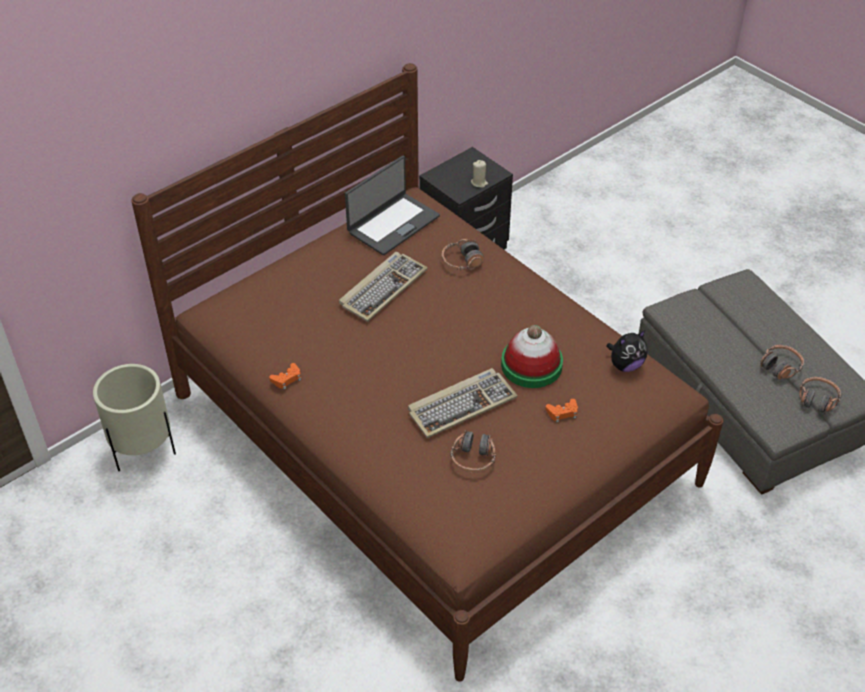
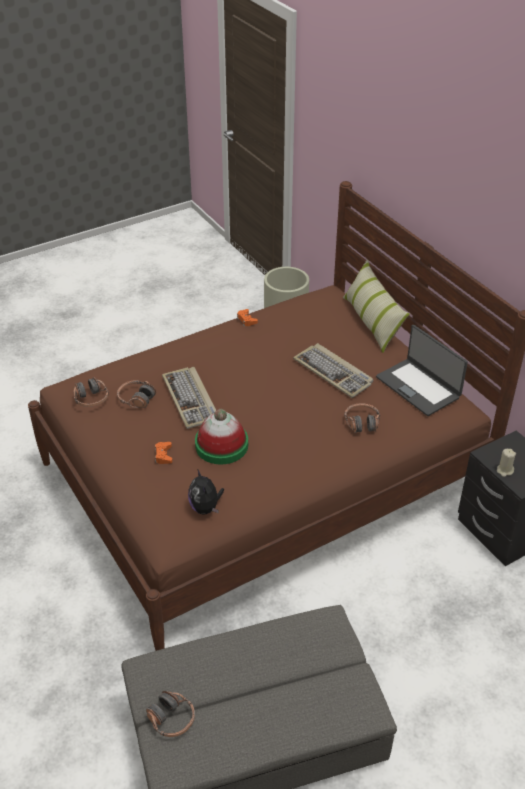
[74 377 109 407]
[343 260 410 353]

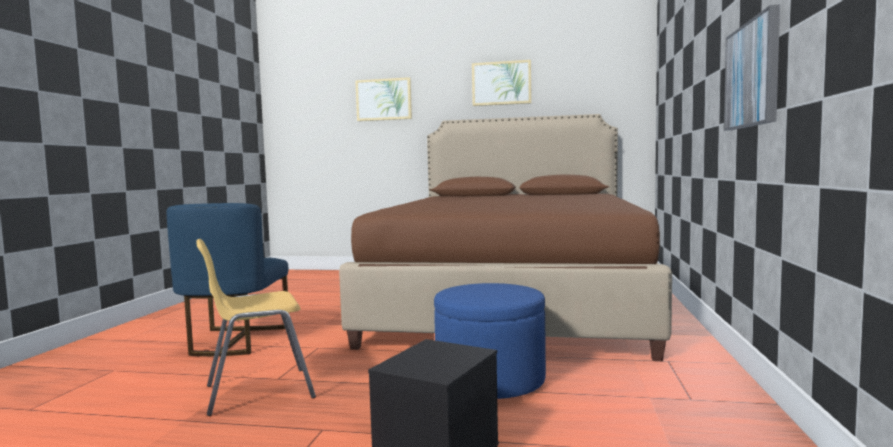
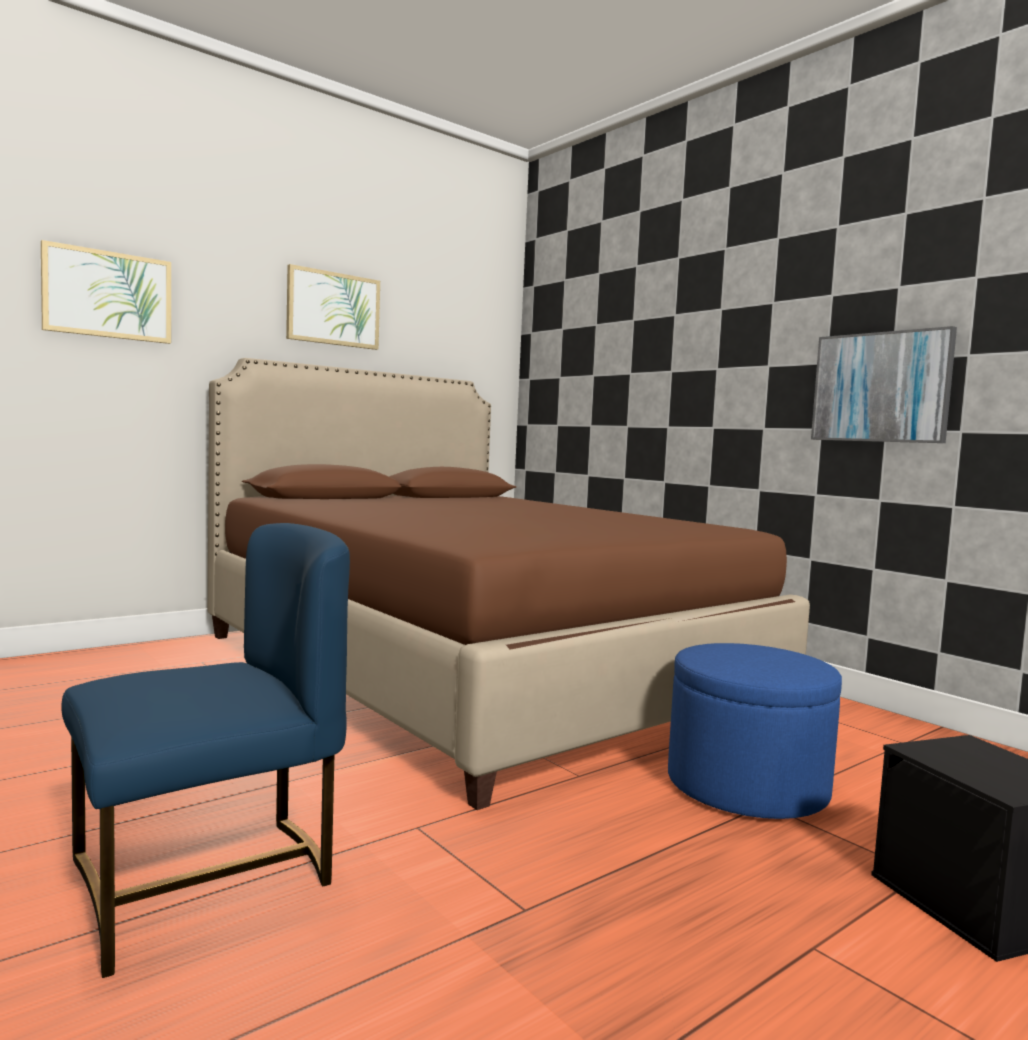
[61 523 350 978]
[196 239 316 416] (first image)

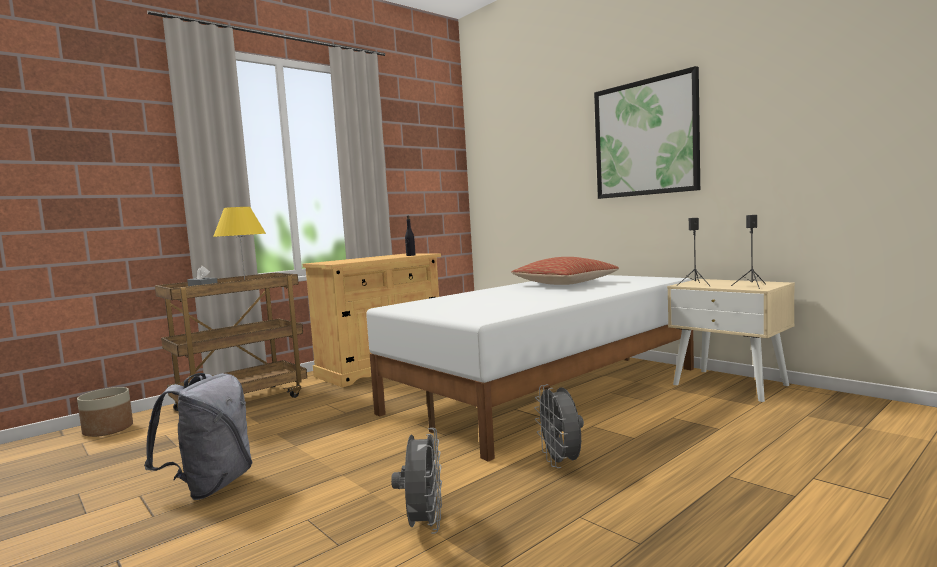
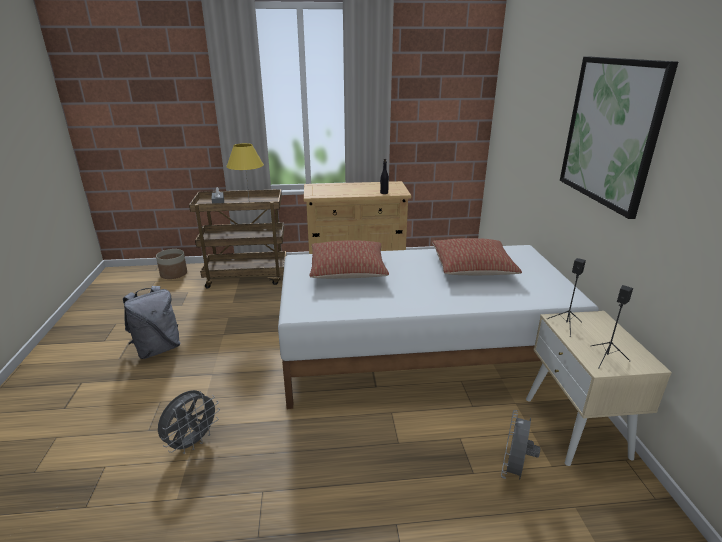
[501 410 541 480]
[310 241 389 279]

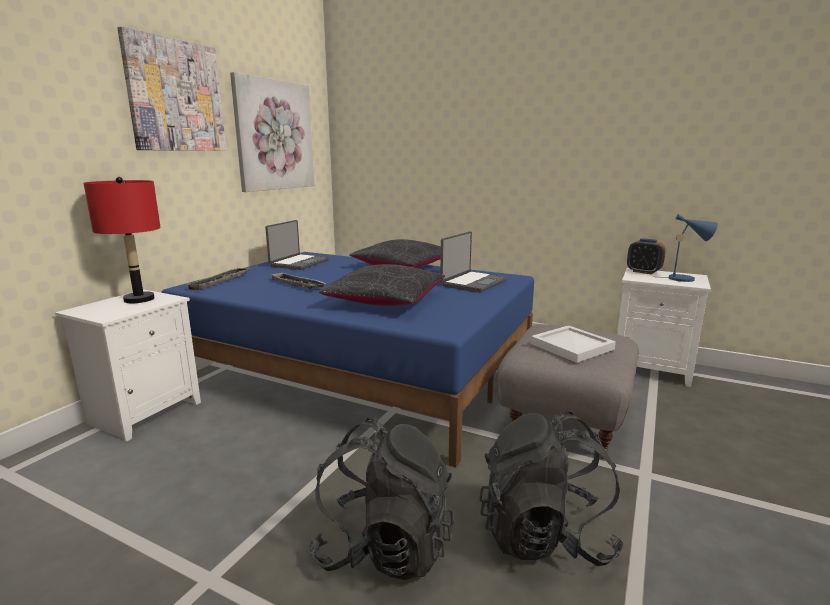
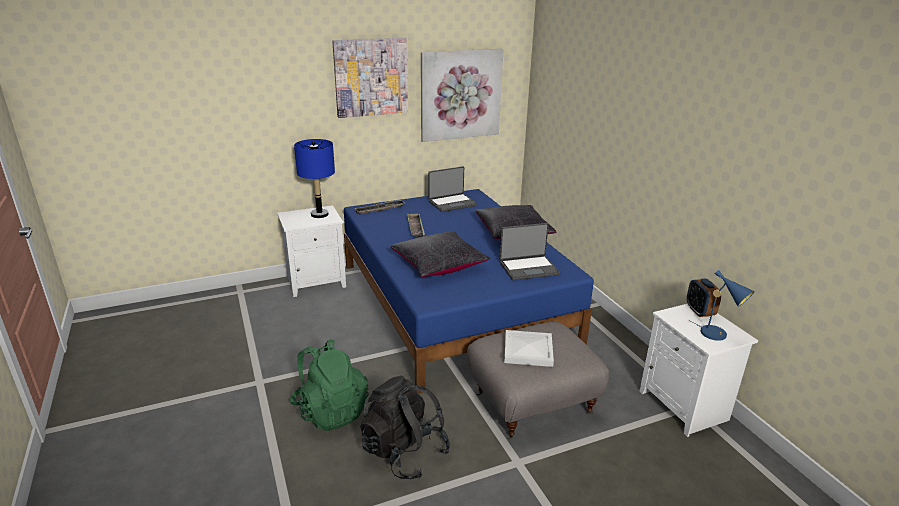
[294 139 335 218]
[290 339 369 431]

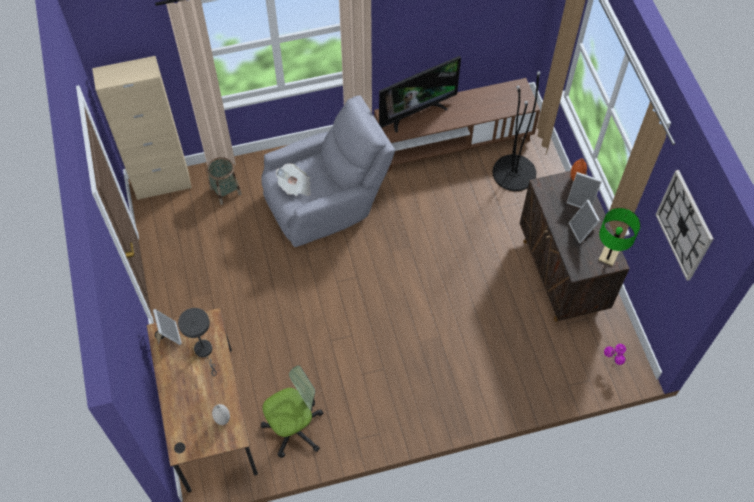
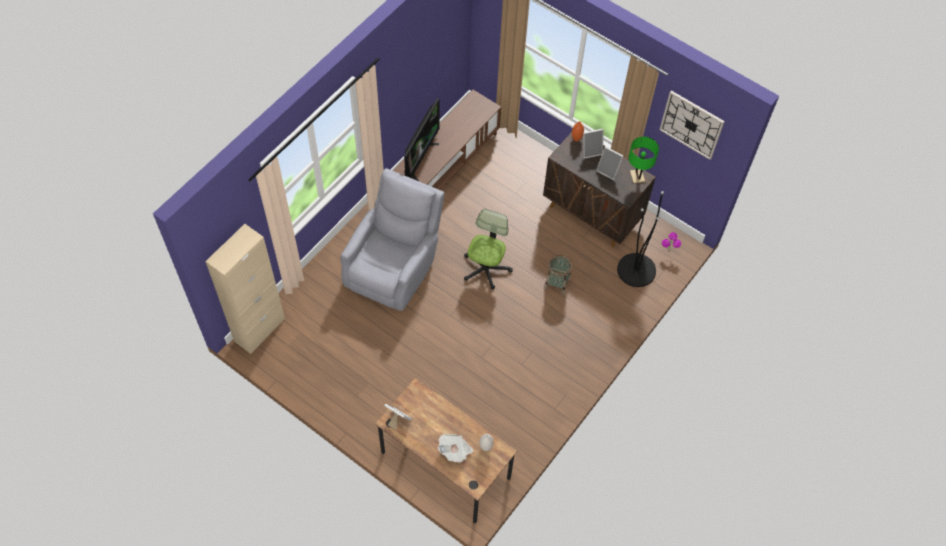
[617 191 664 287]
[544 255 572 295]
[438 434 473 463]
[178 308 217 376] (first image)
[464 209 513 290]

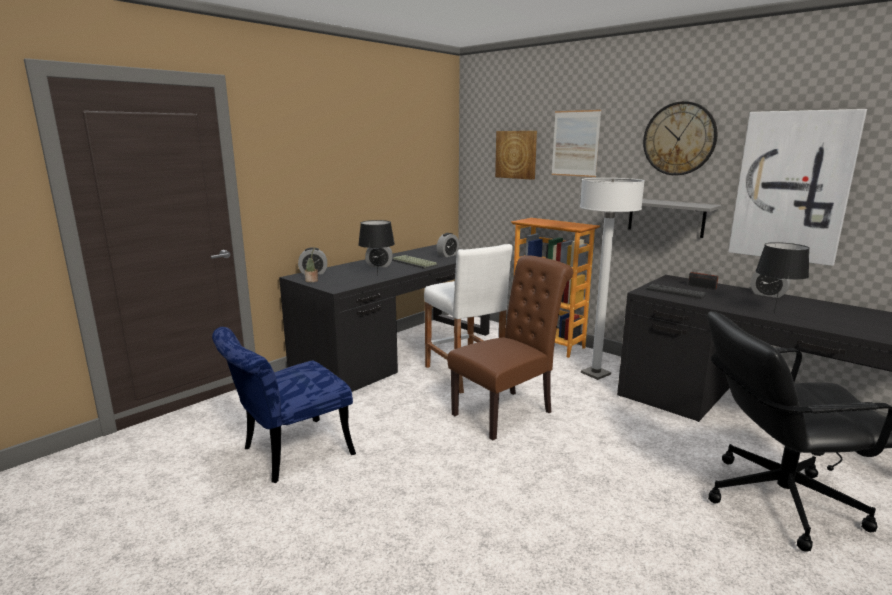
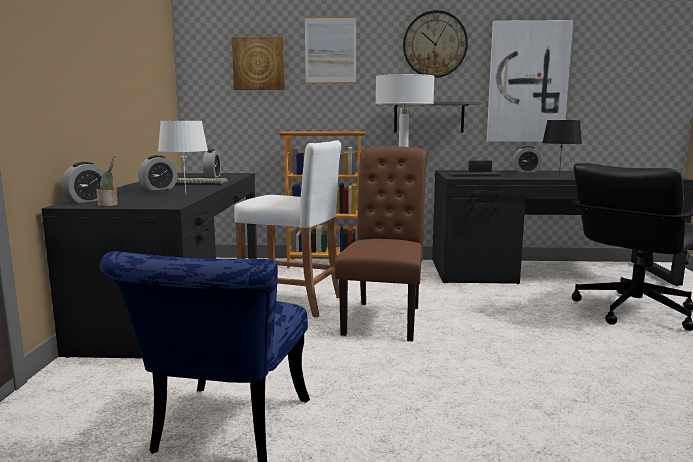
[158 121 208 194]

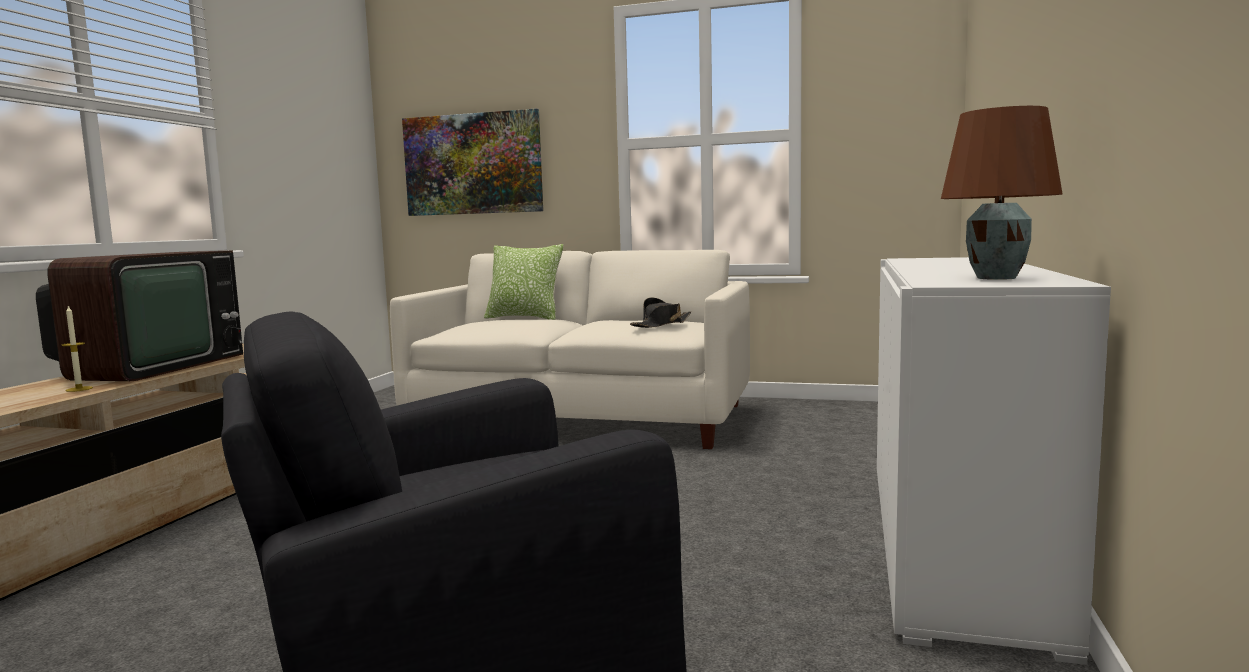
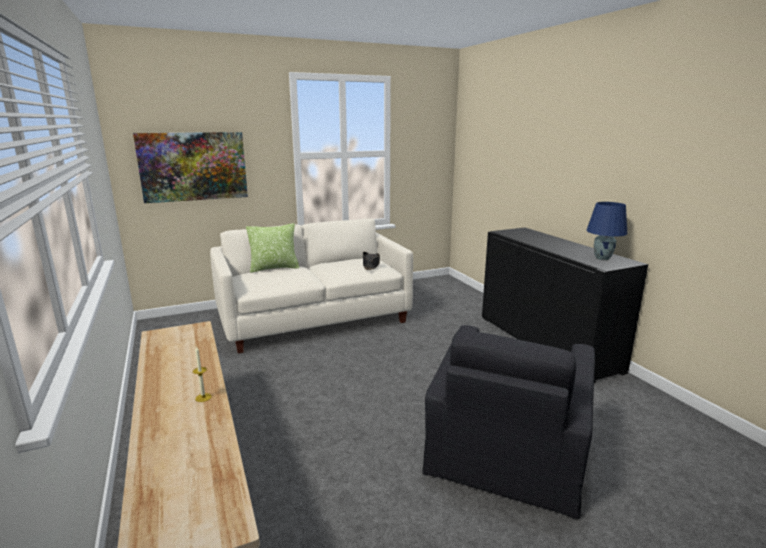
[586 202 627 260]
[36 251 243 381] (first image)
[482 227 648 383]

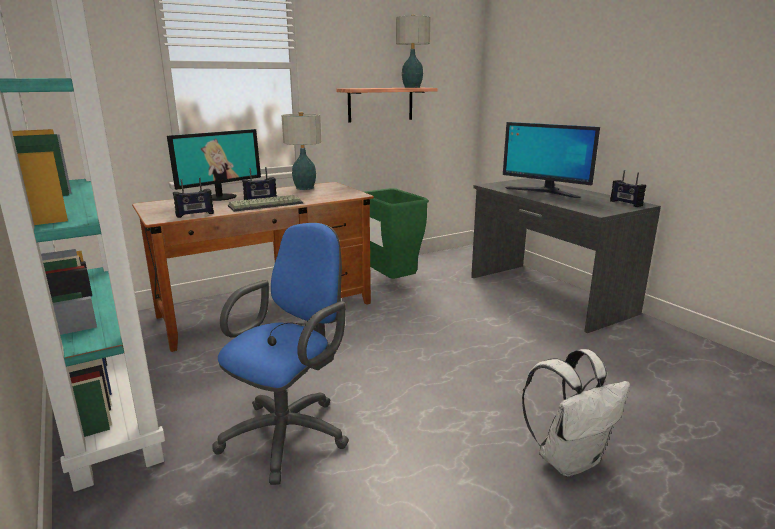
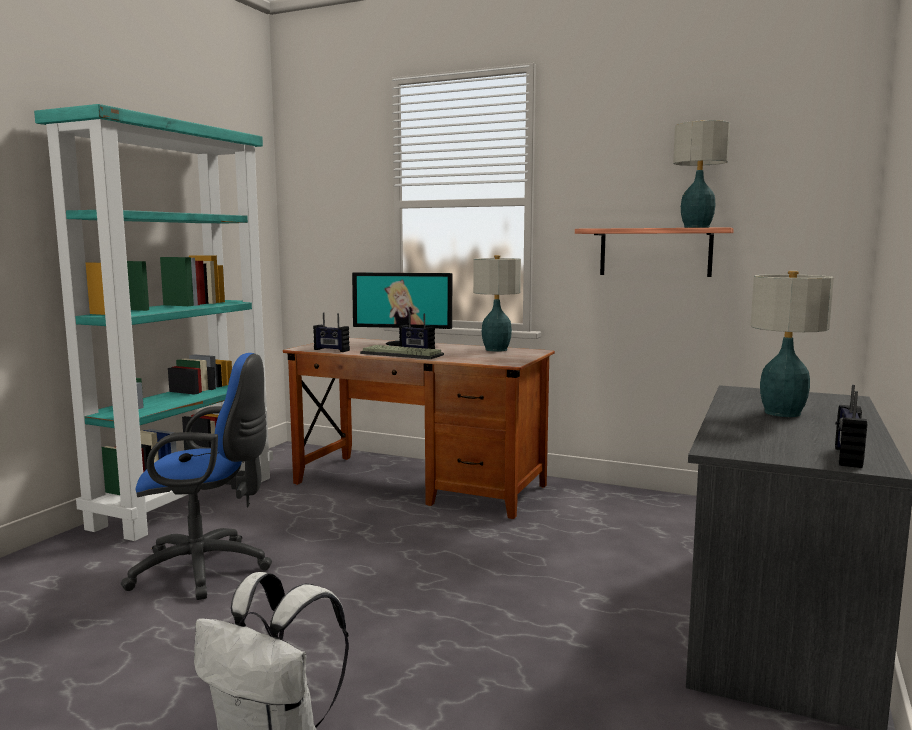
[751 271 834 417]
[364 188 429 279] (first image)

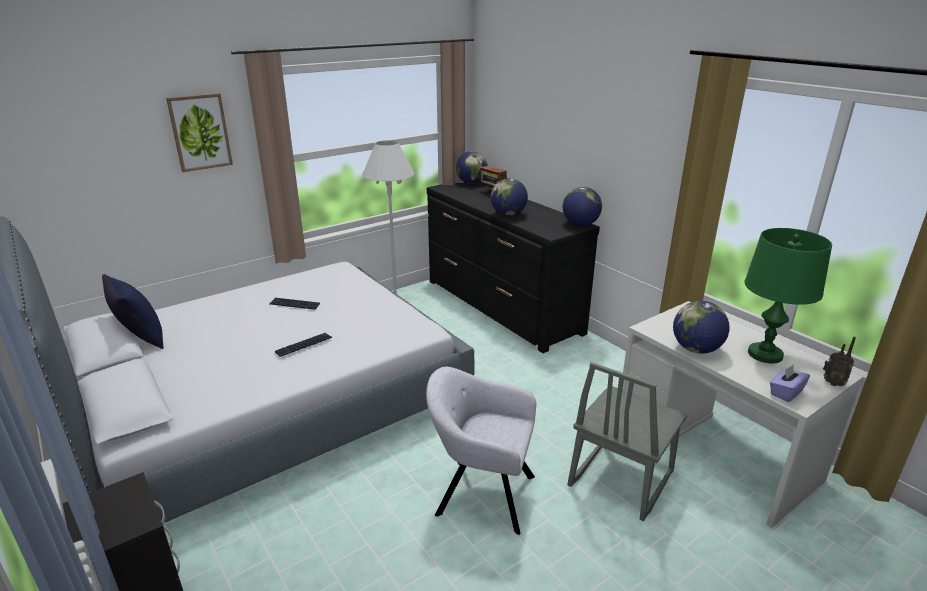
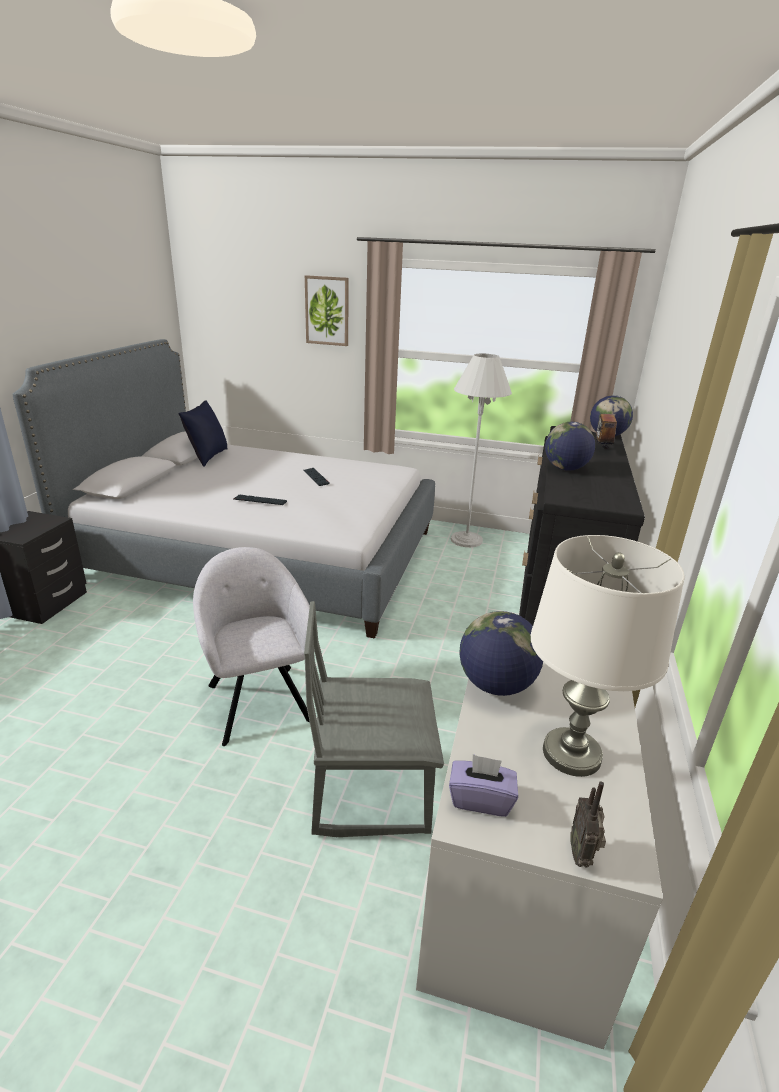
[563 187 602 226] (first image)
[531 535 685 777]

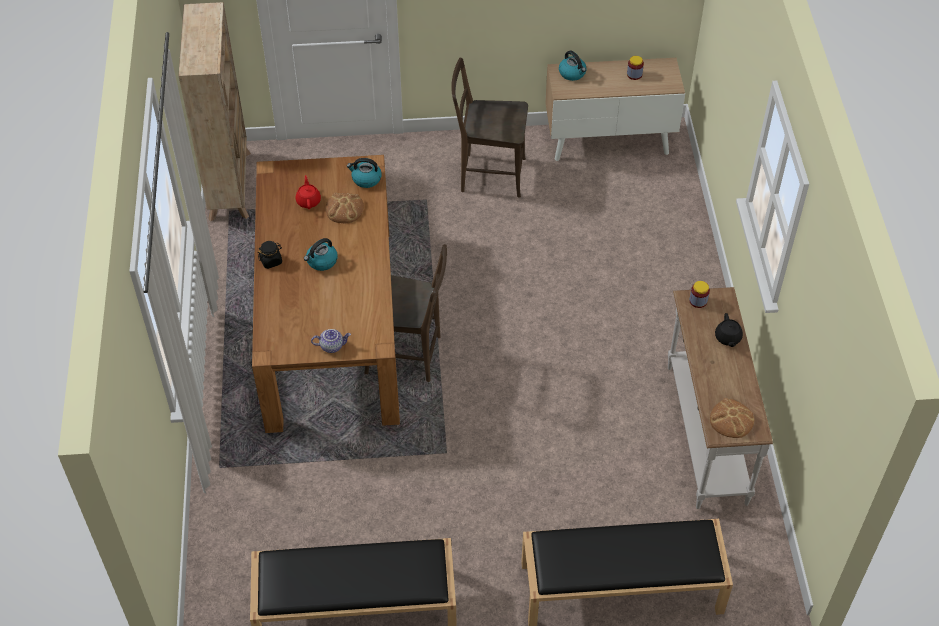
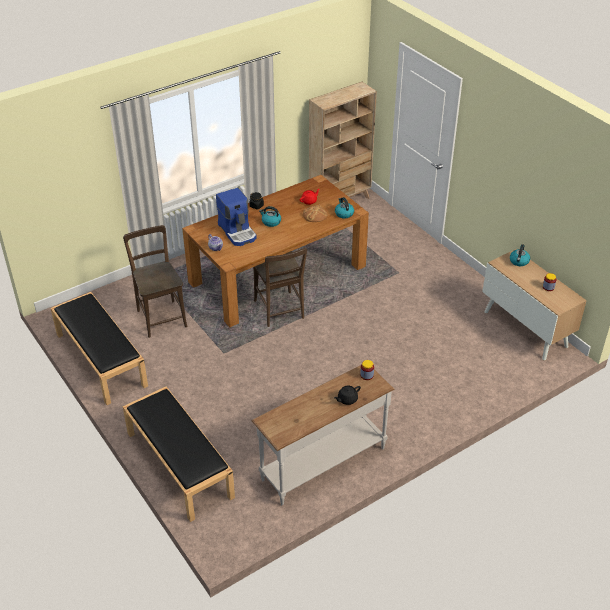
[123 225 188 338]
[710 398 754 438] (first image)
[216 188 257 246]

